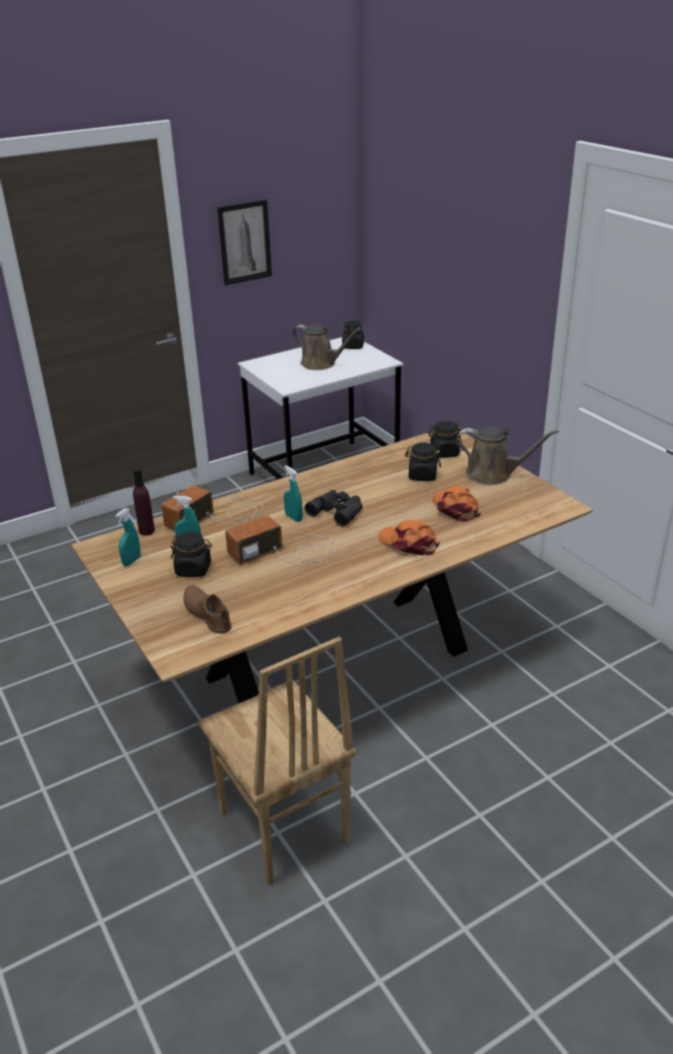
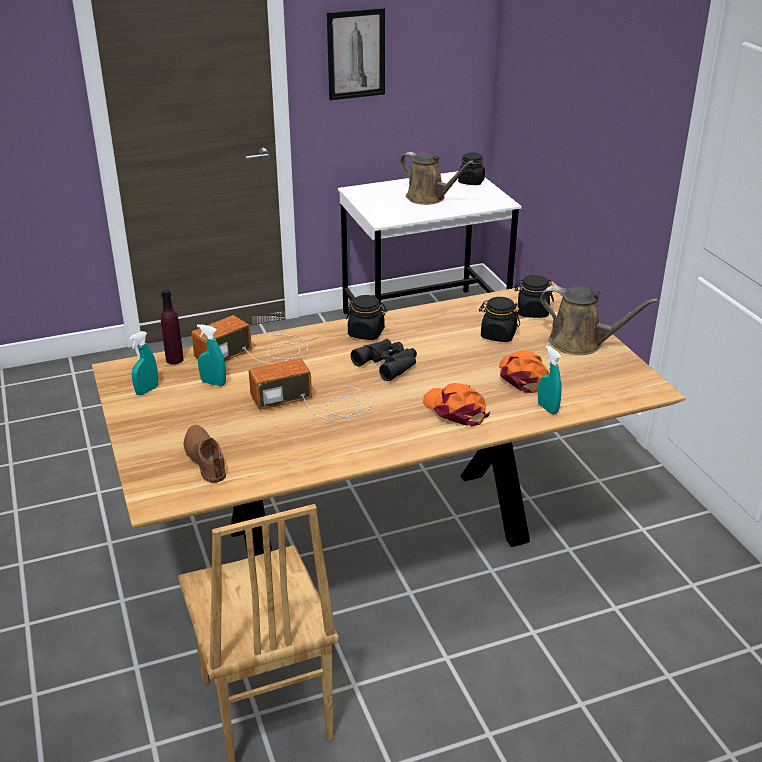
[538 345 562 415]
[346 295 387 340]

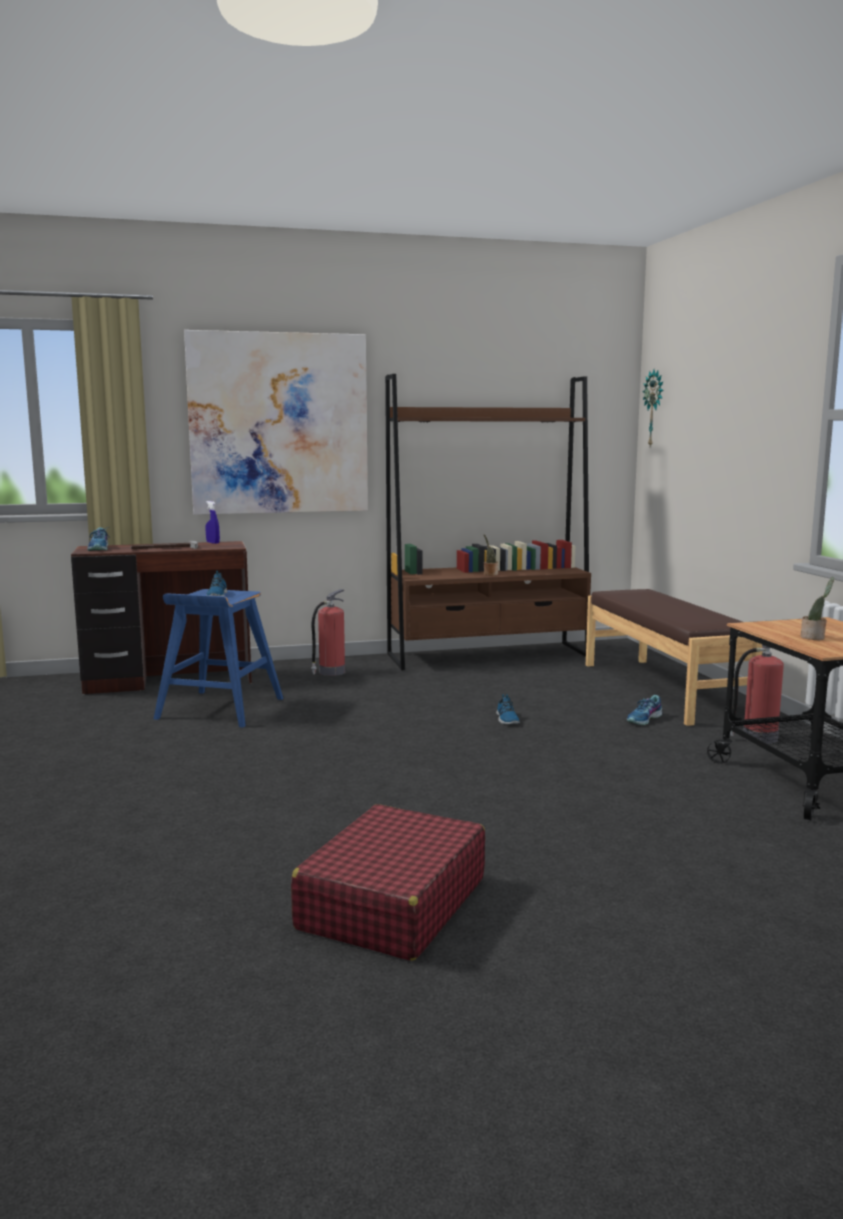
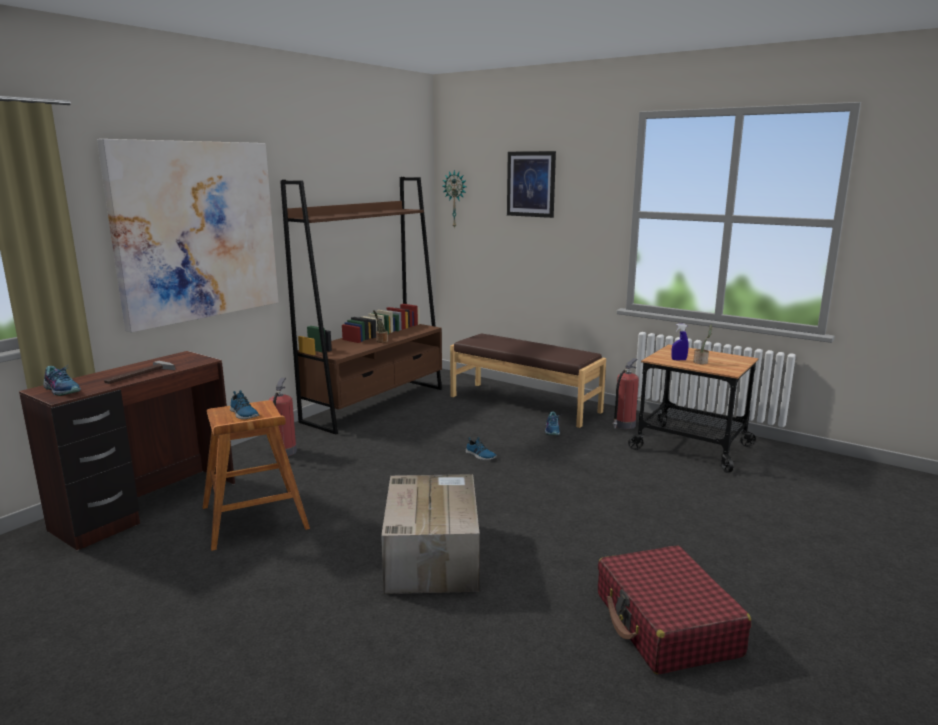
[671 324 688 360]
[203 400 310 551]
[507 151 556 218]
[381 474 480 594]

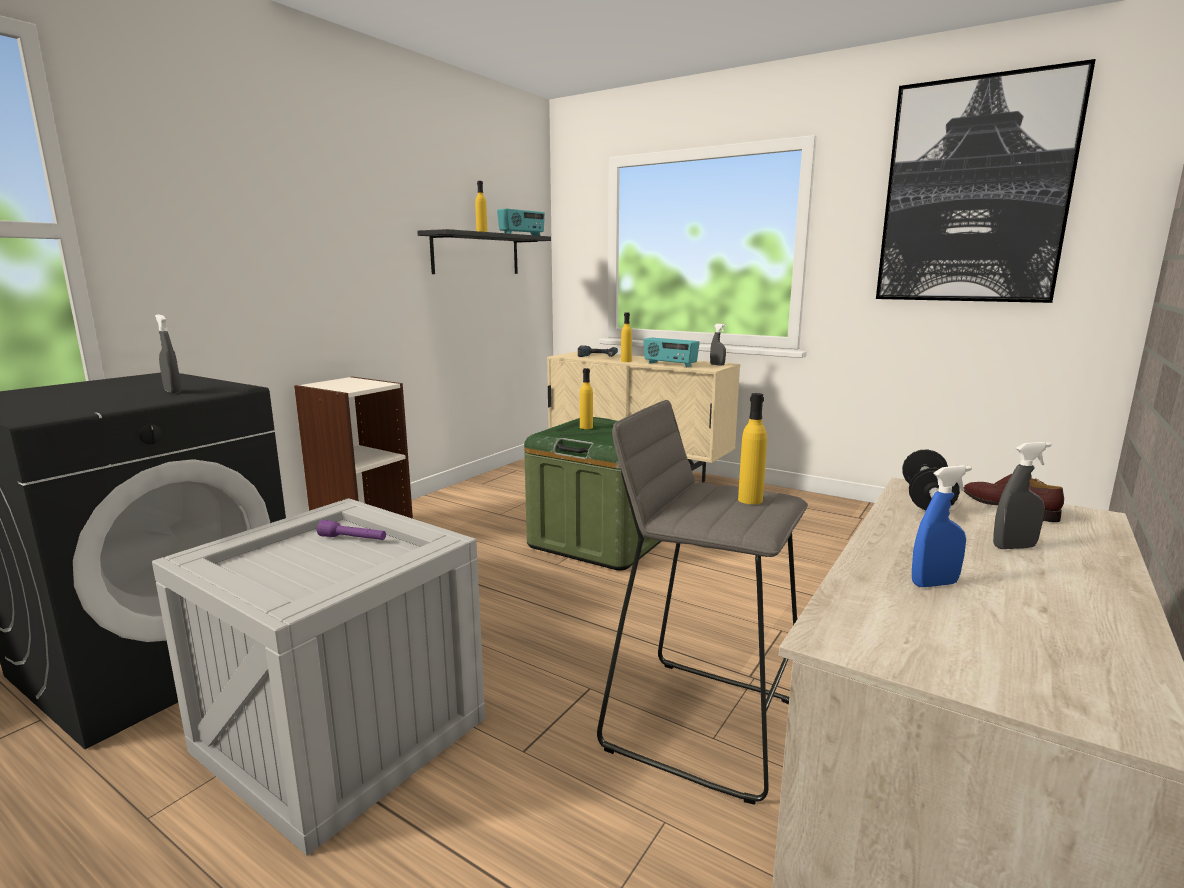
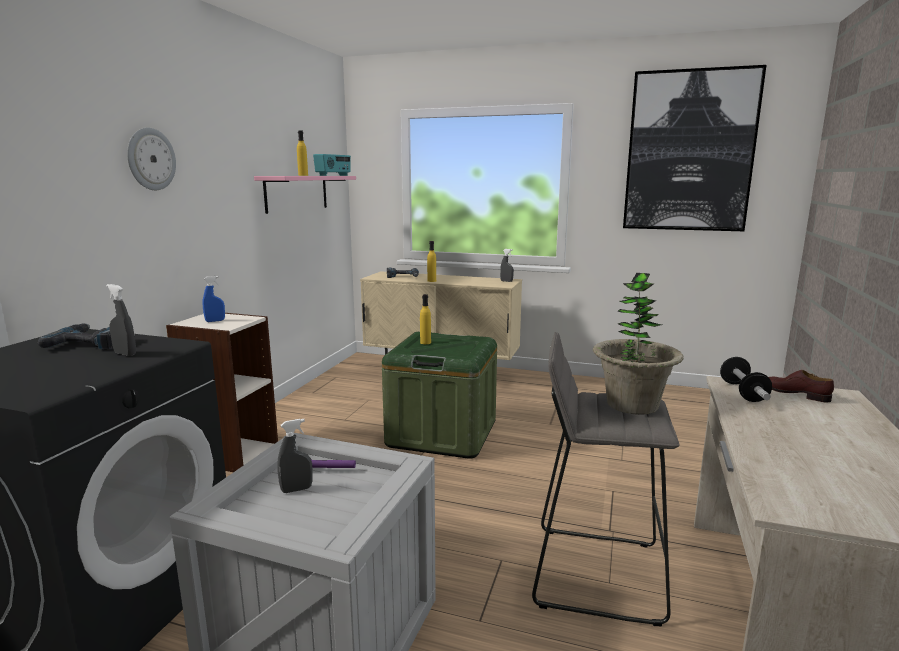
[254 176 356 214]
[643 338 700 367] (first image)
[593 273 684 415]
[277 419 312 493]
[203 276 225 322]
[127 128 176 190]
[38 323 113 350]

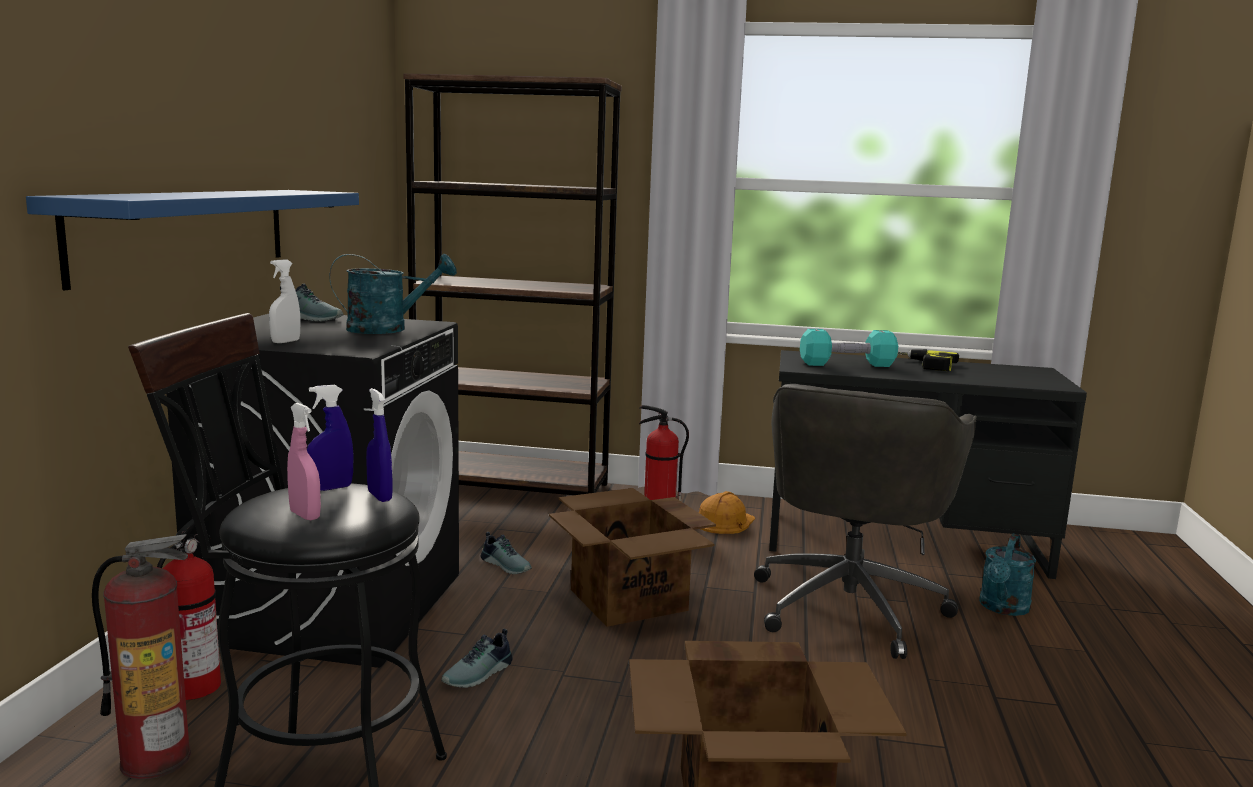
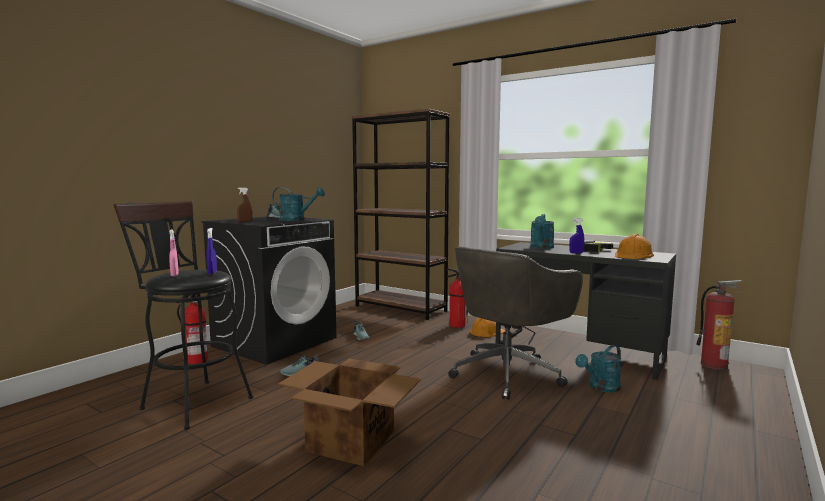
[26 190 359 290] (first image)
[237 187 252 222]
[530 214 555 249]
[569 218 584 254]
[549 488 716 627] (first image)
[696 280 742 370]
[615 234 654 259]

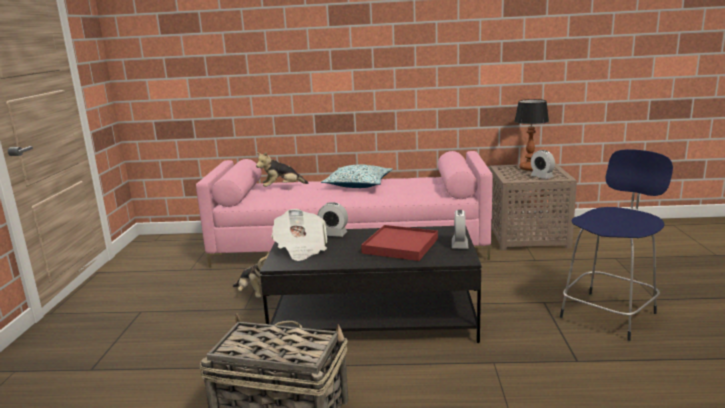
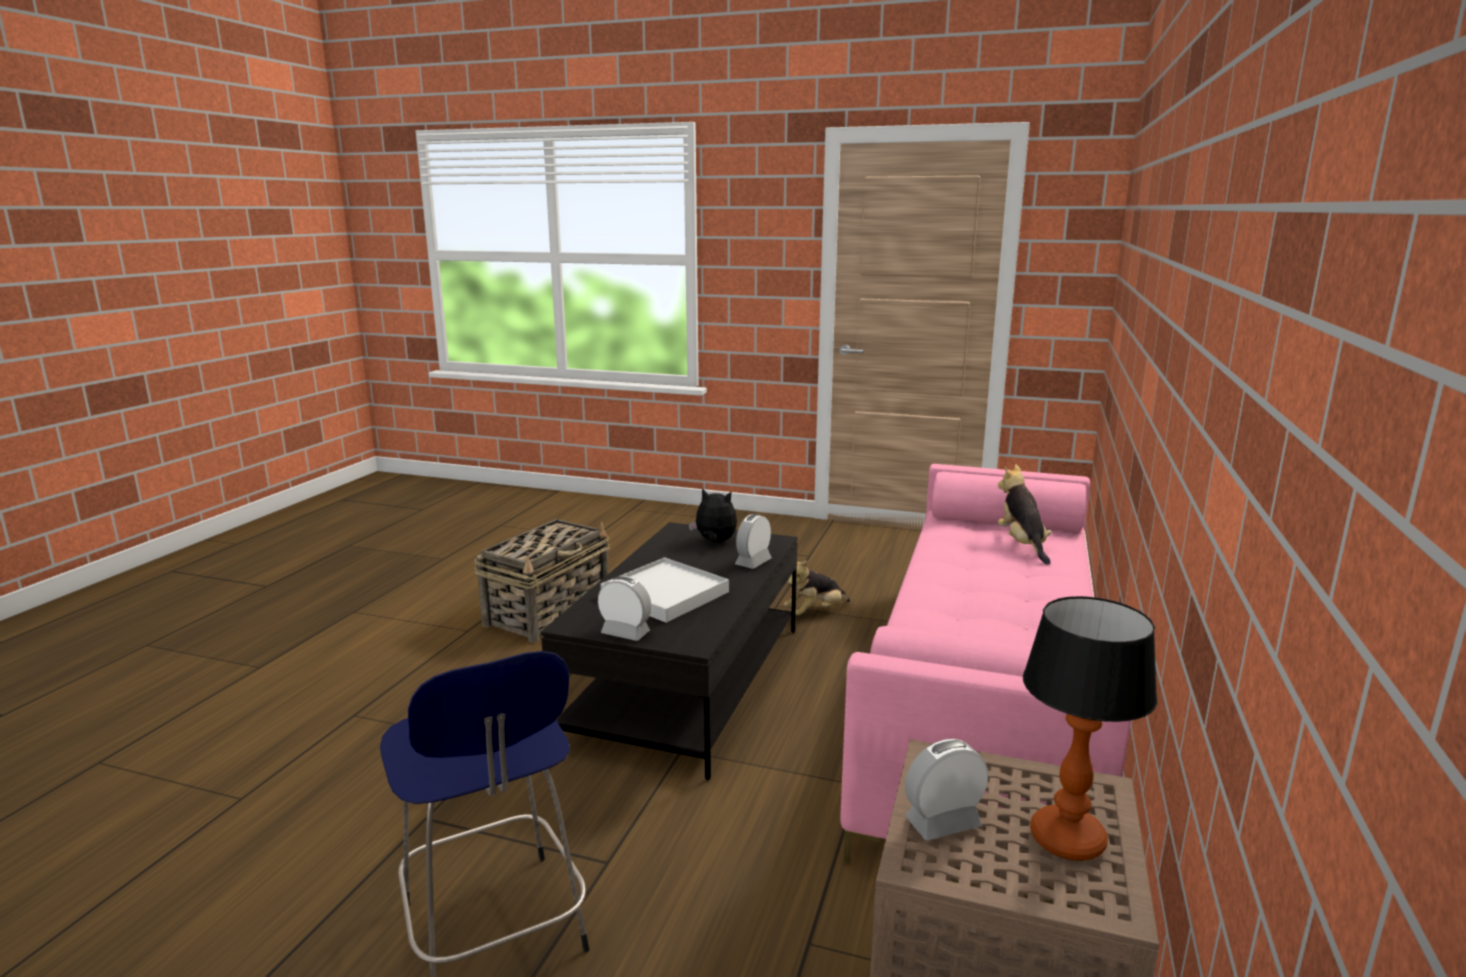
[321 165 393 188] (first image)
[689 488 737 542]
[601 558 729 623]

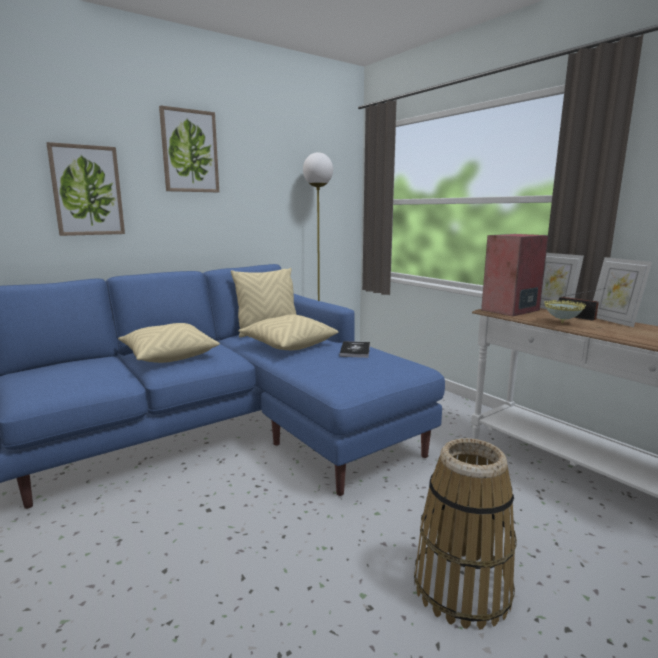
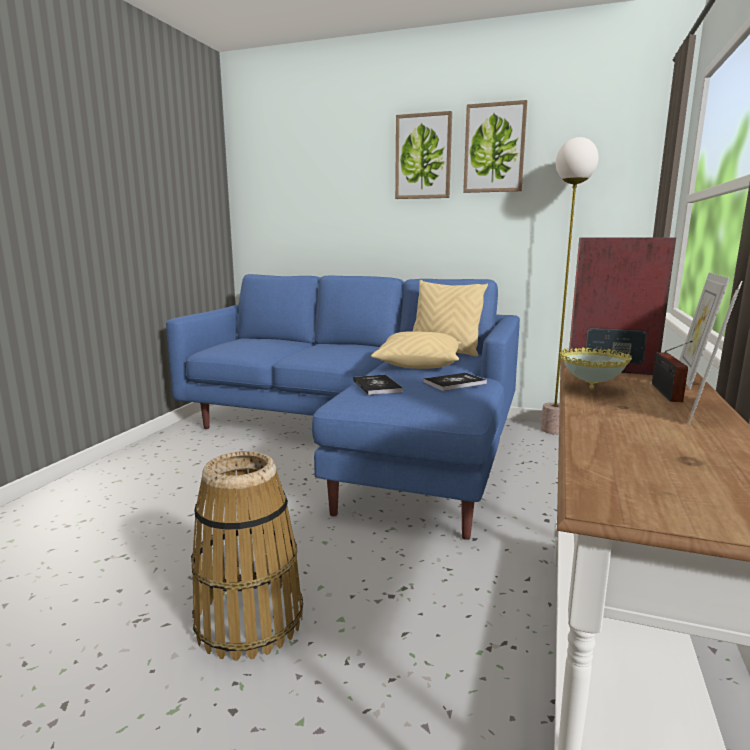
[463 100 527 193]
[118 323 220 363] (first image)
[353 375 403 395]

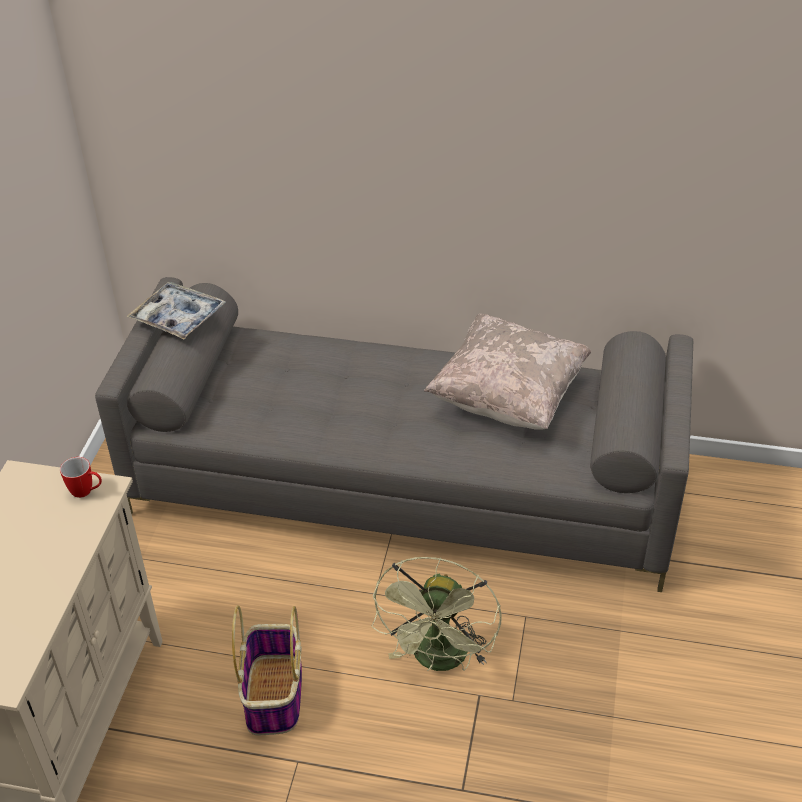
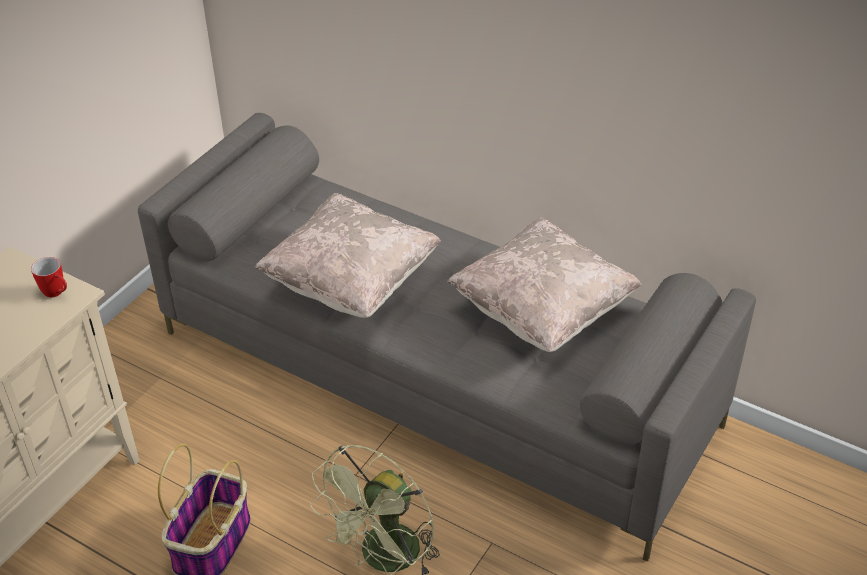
[126 282 226 340] (first image)
[254 193 441 318]

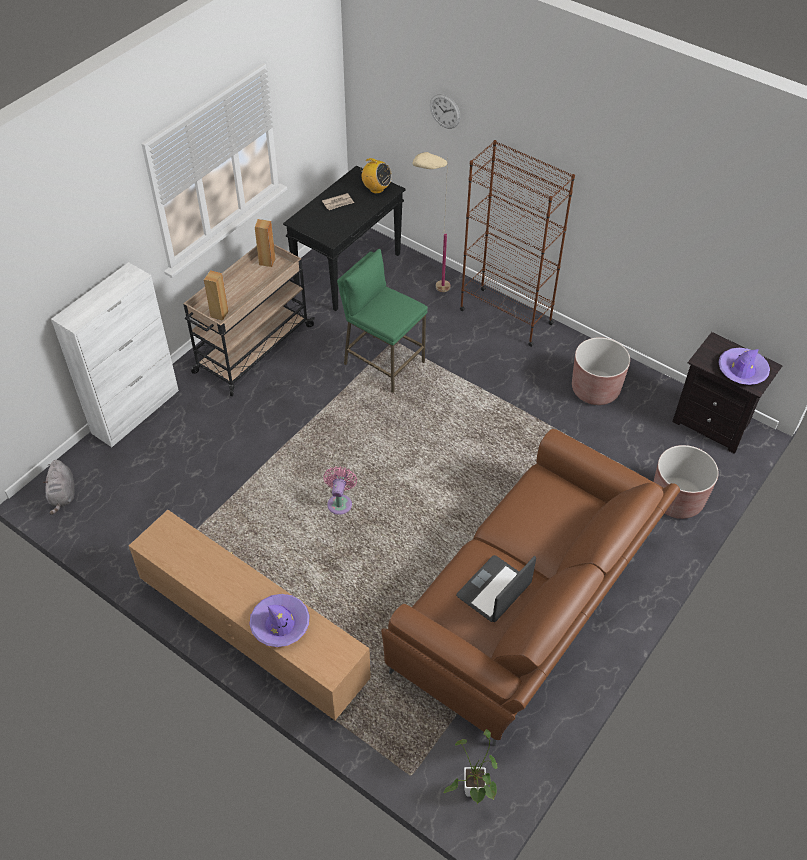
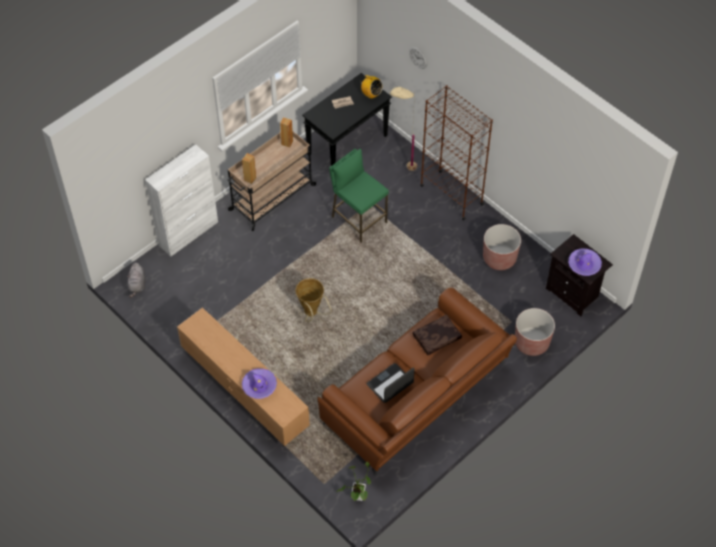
[295 278 332 322]
[412 315 462 355]

